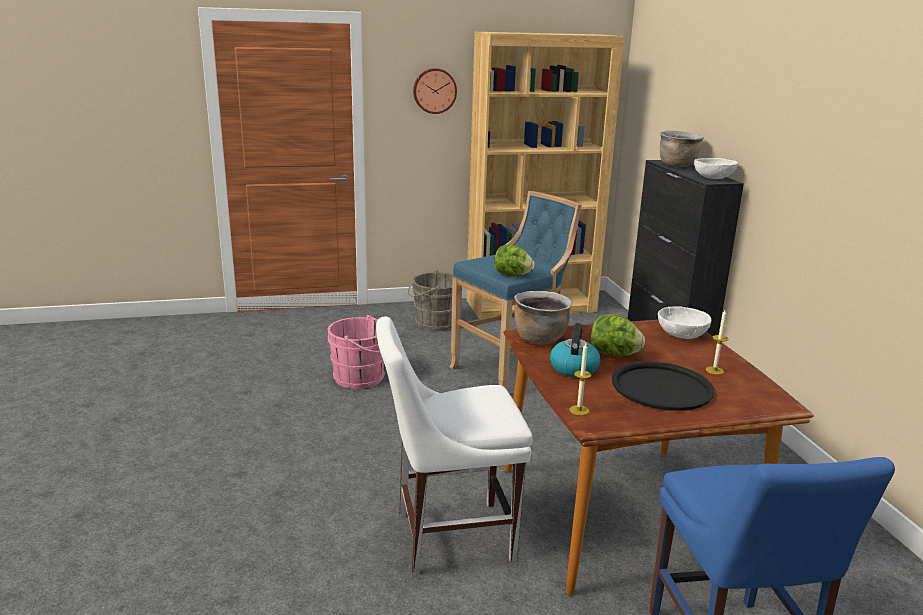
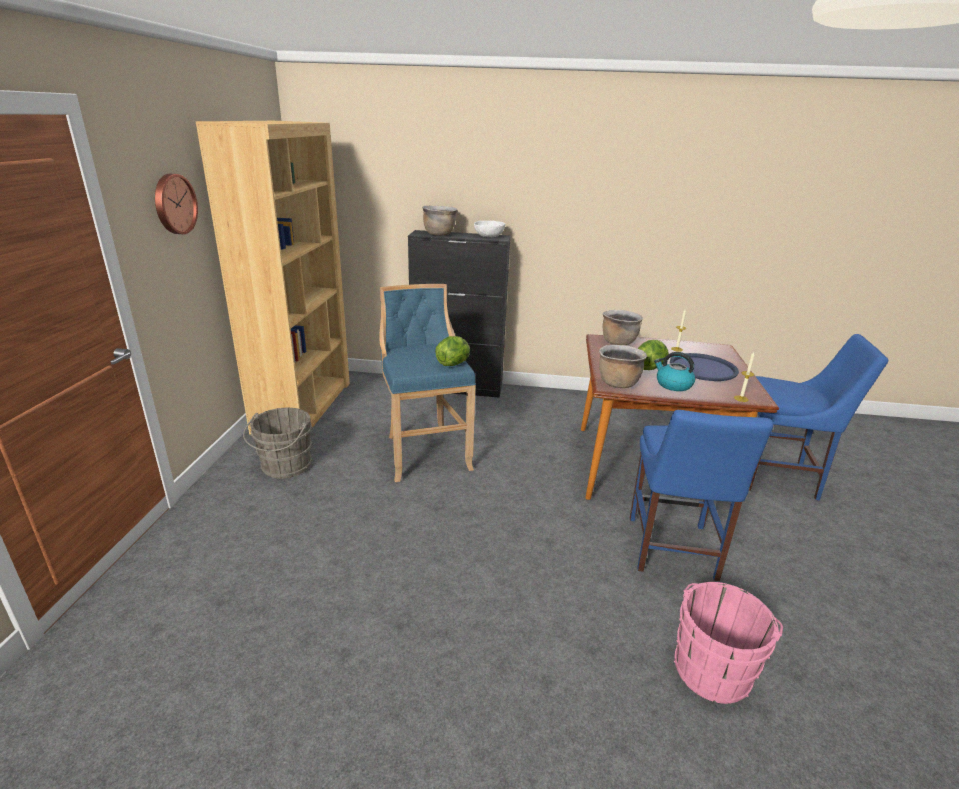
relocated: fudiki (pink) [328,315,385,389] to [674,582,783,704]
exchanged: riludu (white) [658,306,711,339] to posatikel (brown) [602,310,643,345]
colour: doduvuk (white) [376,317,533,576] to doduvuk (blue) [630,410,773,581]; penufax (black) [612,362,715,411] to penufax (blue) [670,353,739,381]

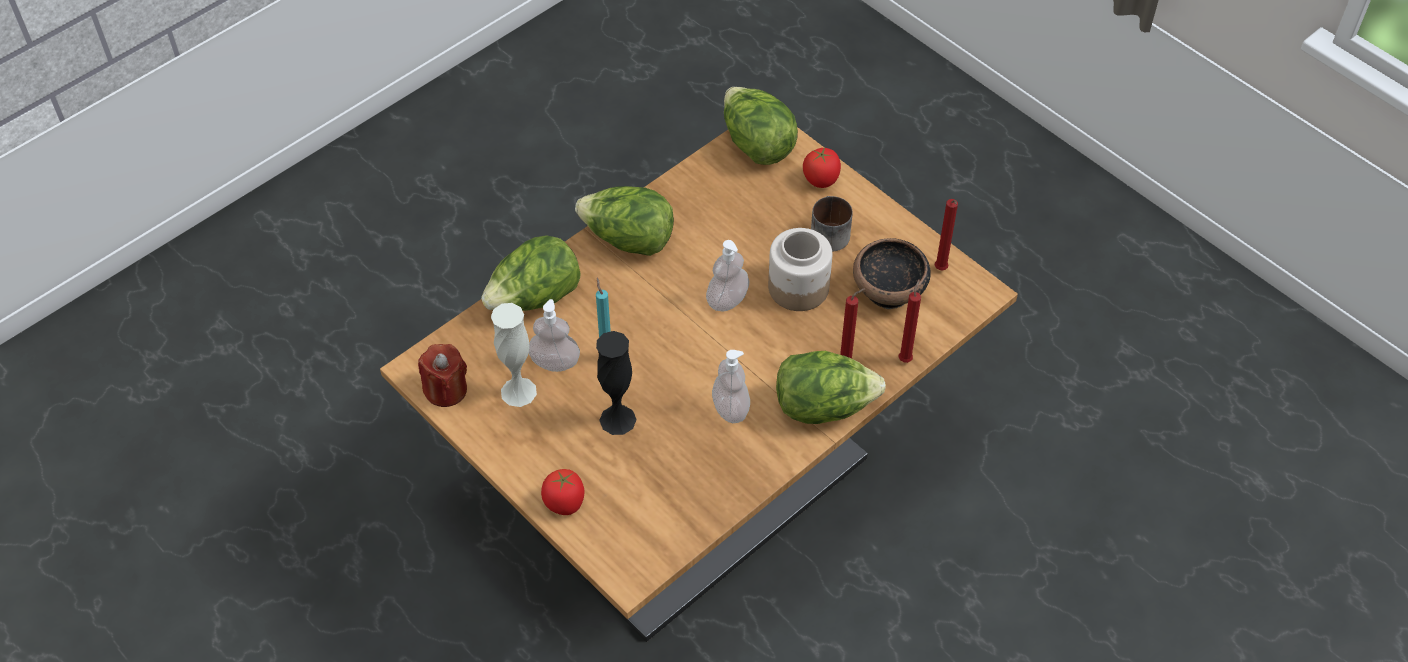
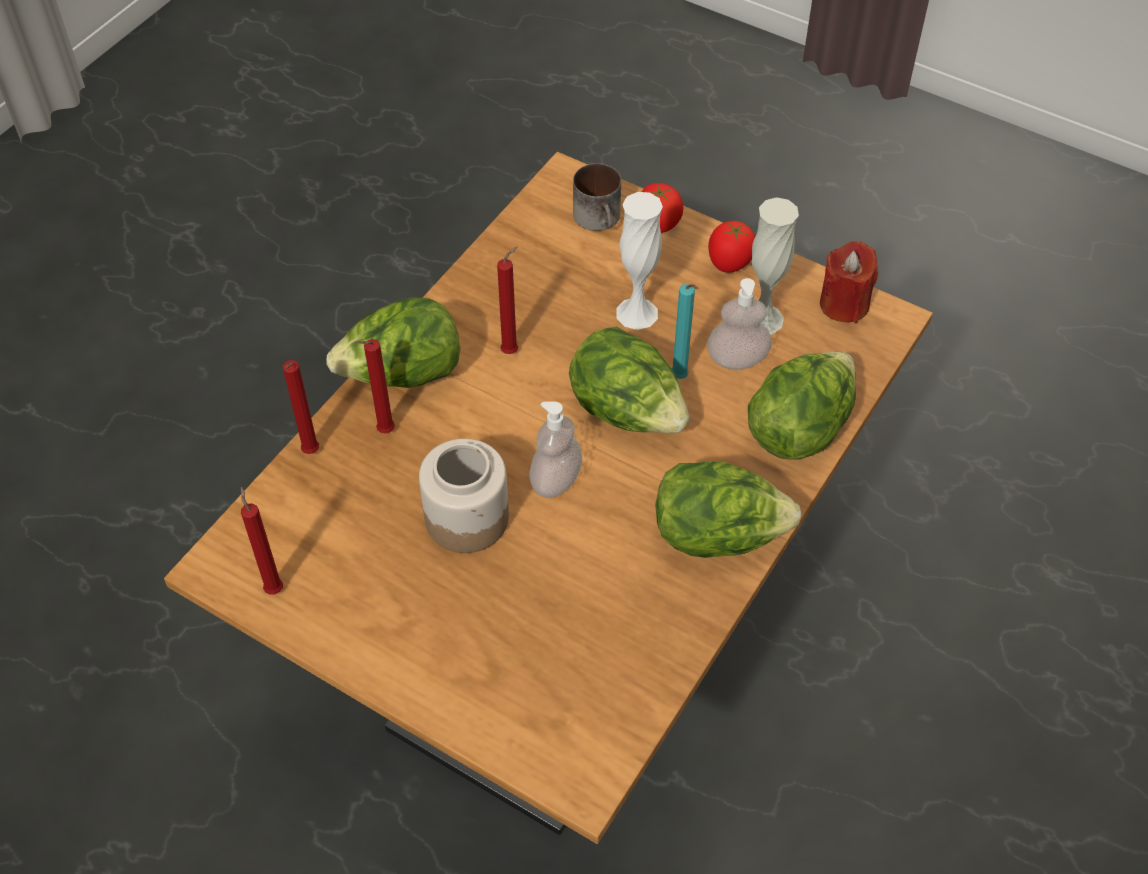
missing: riludu [853,238,931,309]
relocated: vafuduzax [724,87,798,165] to [569,326,690,433]; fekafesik [811,196,853,252] to [573,163,621,231]; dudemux [803,147,841,188] to [708,221,755,273]
exchanged: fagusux [712,350,750,423] to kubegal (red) [497,247,518,354]
colour: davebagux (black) [596,331,637,435] to davebagux (white) [616,192,663,330]

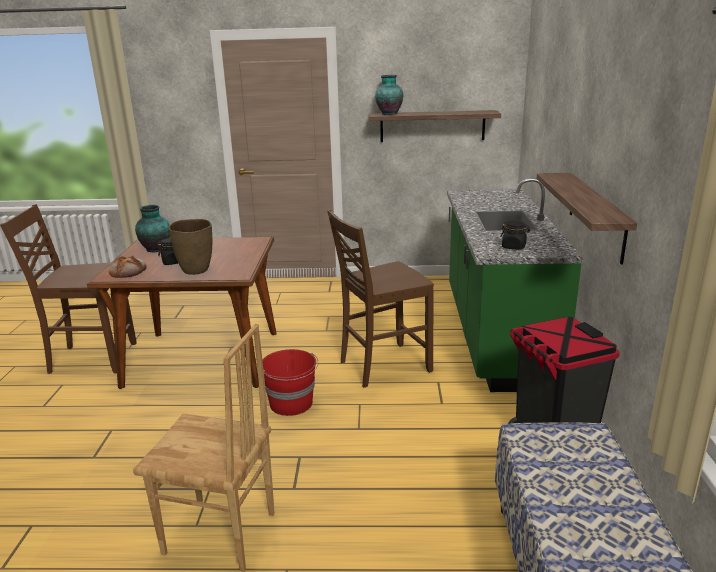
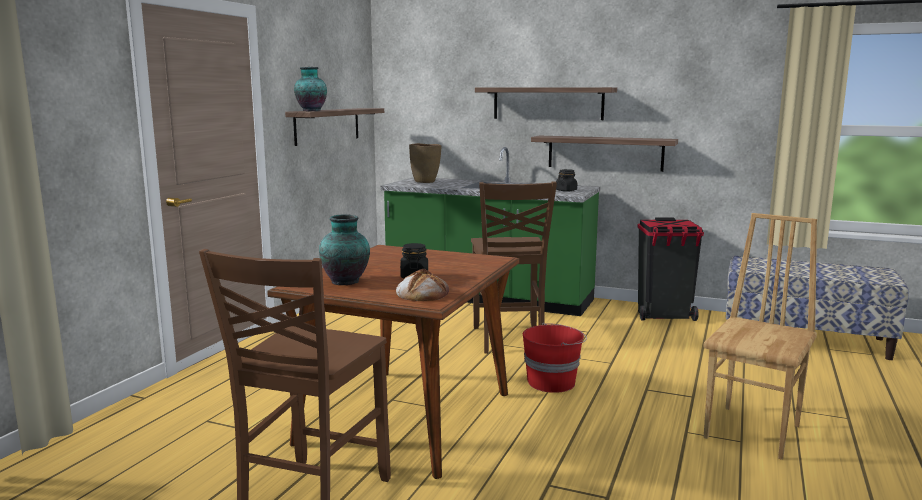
appeared: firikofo [475,87,617,120]
relocated: davebagux (brown) [169,219,212,275] to [409,143,441,183]

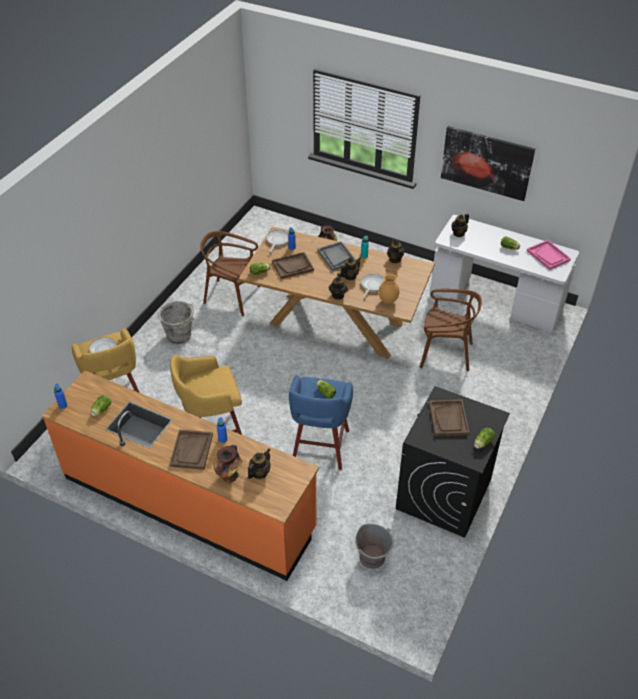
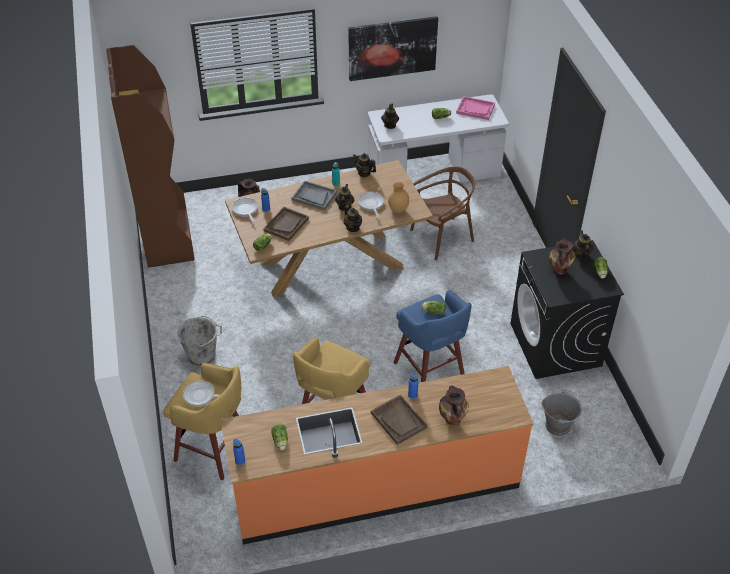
missing: doduvuk (brown) [200,231,260,316]
appeared: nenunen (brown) [106,45,195,268]
relocated: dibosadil [248,448,271,479] to [572,230,594,260]
exchanged: penufax (brown) [429,399,469,436] to davebagux [549,239,575,275]

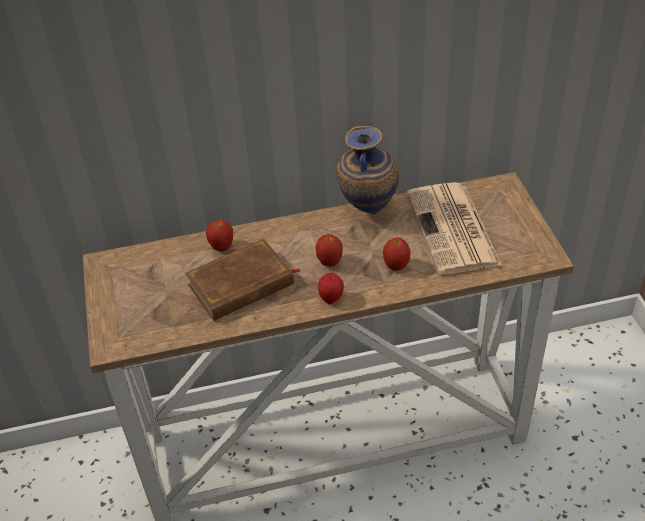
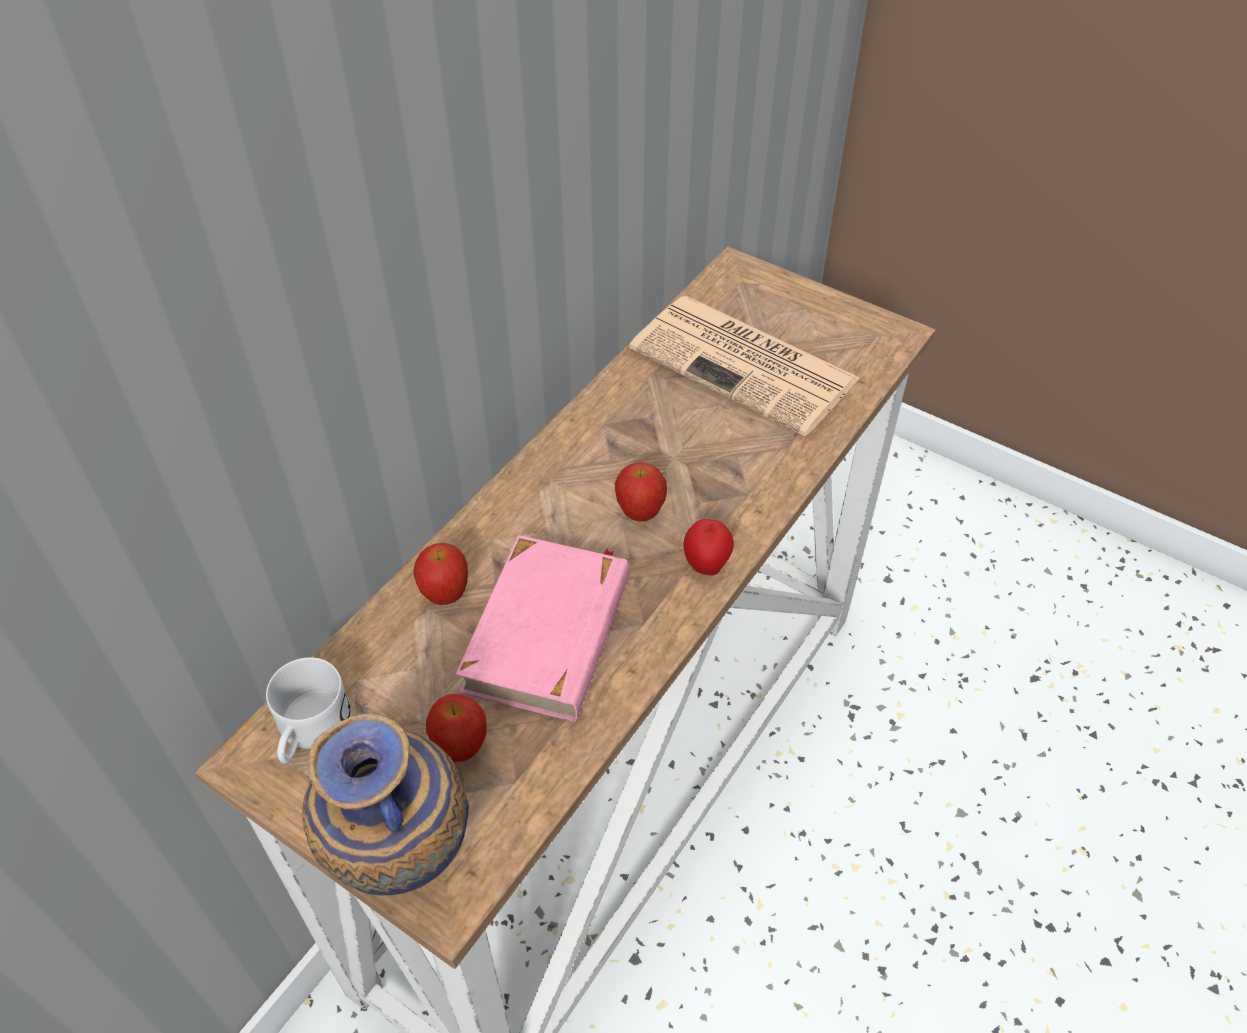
appeared: fekafesik (white) [266,657,351,763]
relocated: davebagux [336,126,399,215] to [302,713,469,895]; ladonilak [383,238,411,271] to [426,694,487,762]
colour: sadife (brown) [185,239,301,321] to sadife (pink) [456,535,629,722]

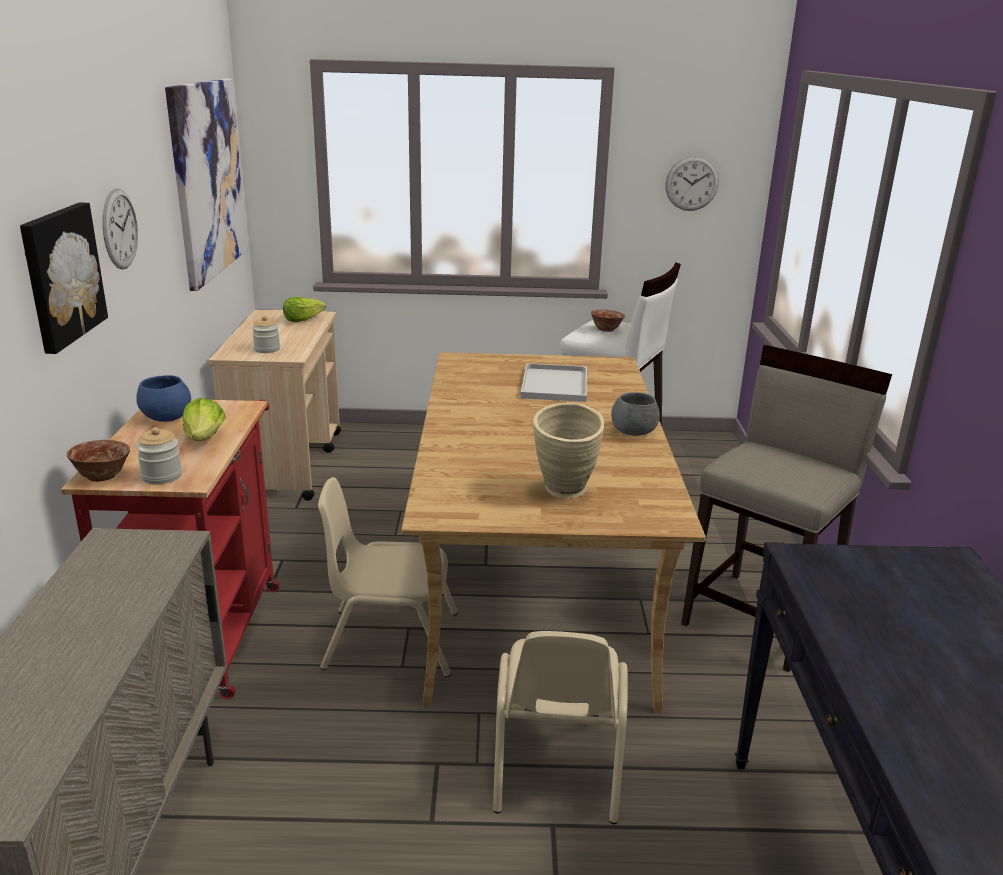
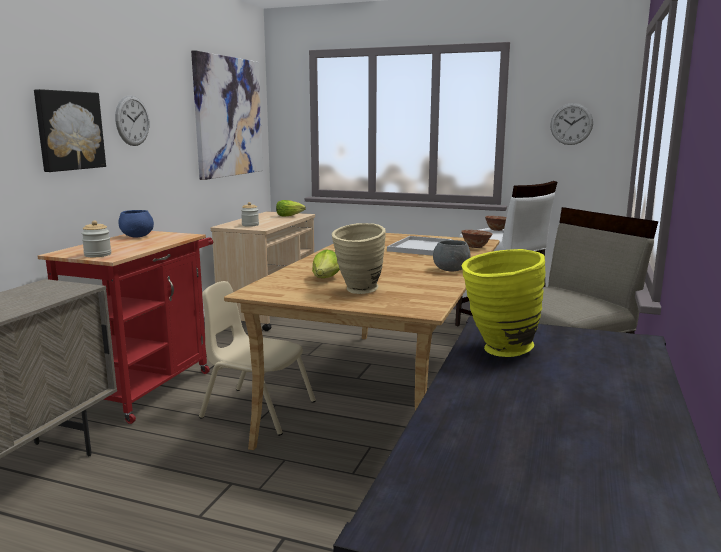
missing: doduvuk (beige) [493,631,628,824]
appeared: davebagux (yellow) [462,249,545,357]
relocated: vafuduzax [183,398,226,441] to [312,249,340,278]; riludu [67,440,130,482] to [461,230,492,248]

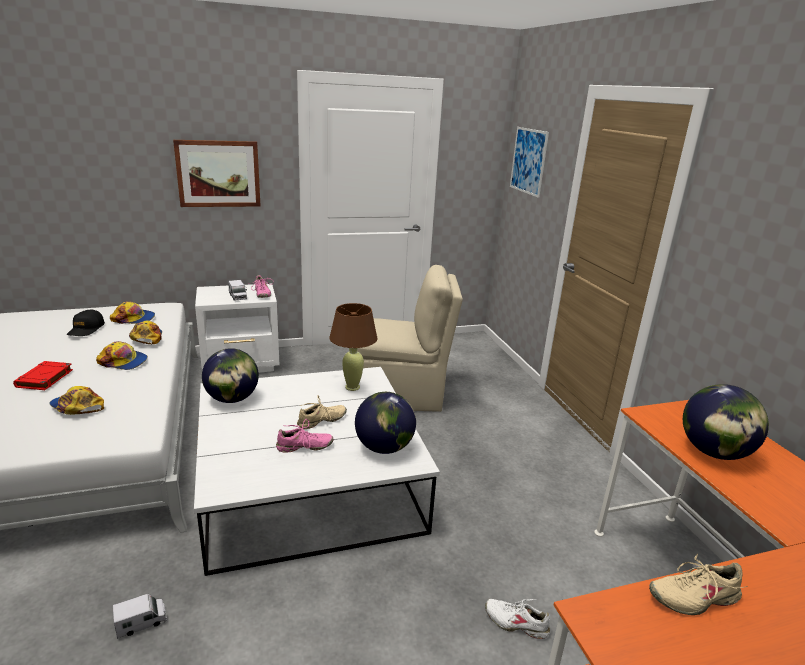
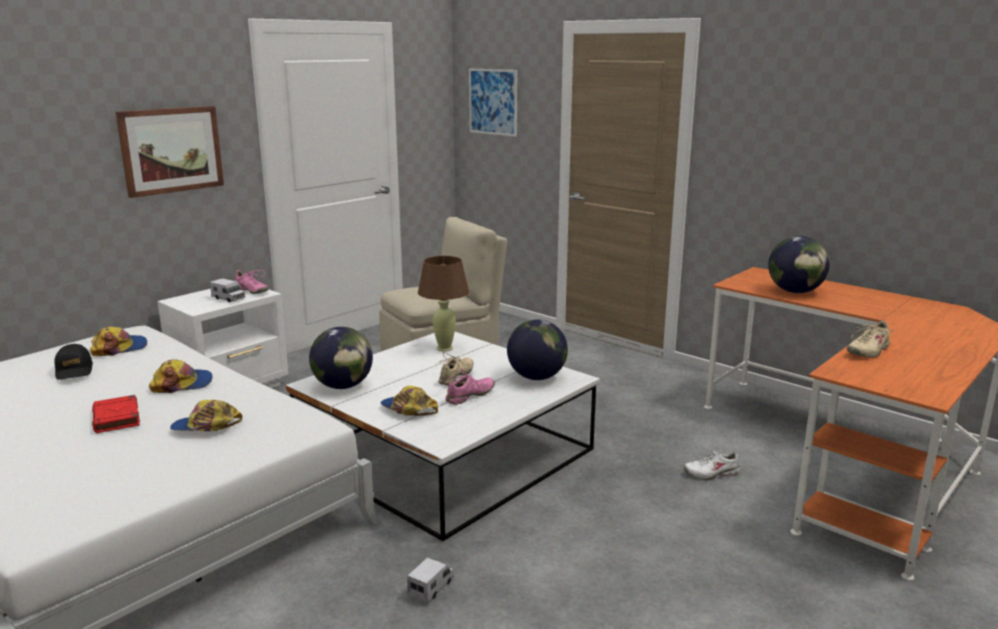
relocated: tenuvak [129,321,162,344] to [380,386,438,416]

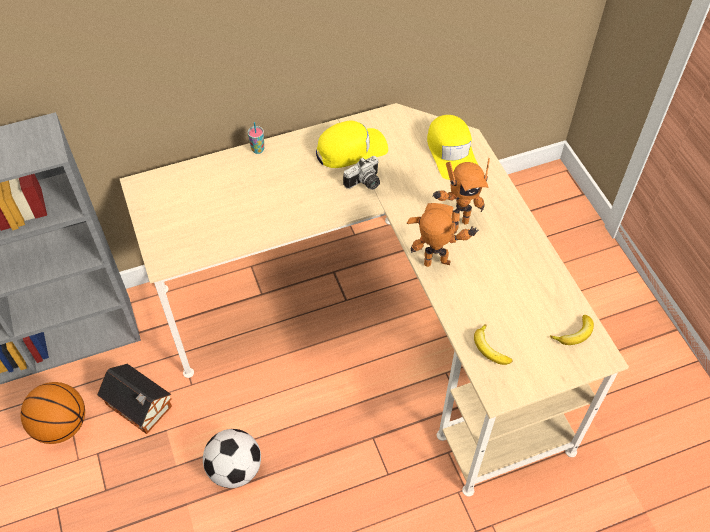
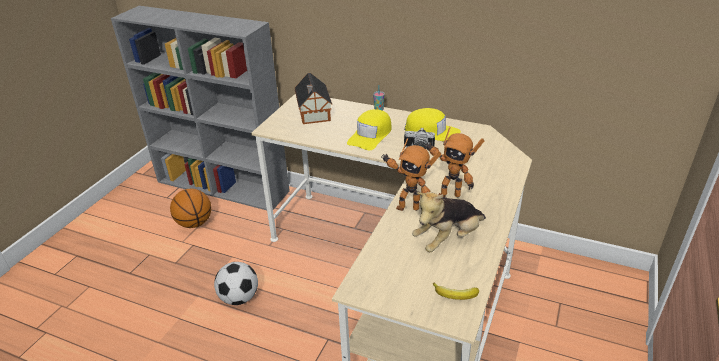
missing: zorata [474,324,512,365]
appeared: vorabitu [412,192,486,252]
relocated: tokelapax [97,364,172,434] to [294,73,332,124]; tenuvak (yellow) [427,115,478,180] to [347,109,392,150]
spun: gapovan [407,203,479,267] = [381,138,441,211] 150 degrees clockwise

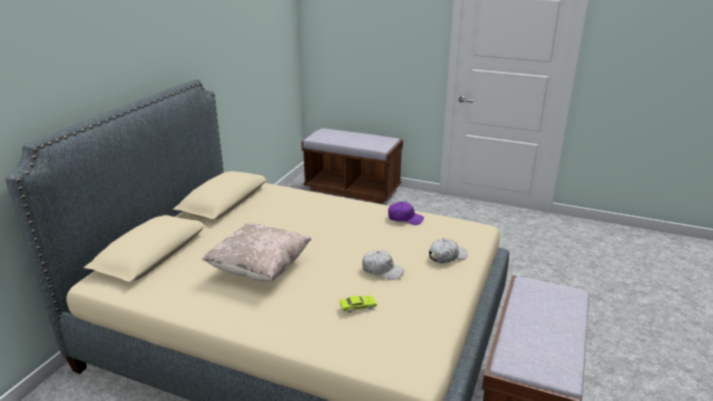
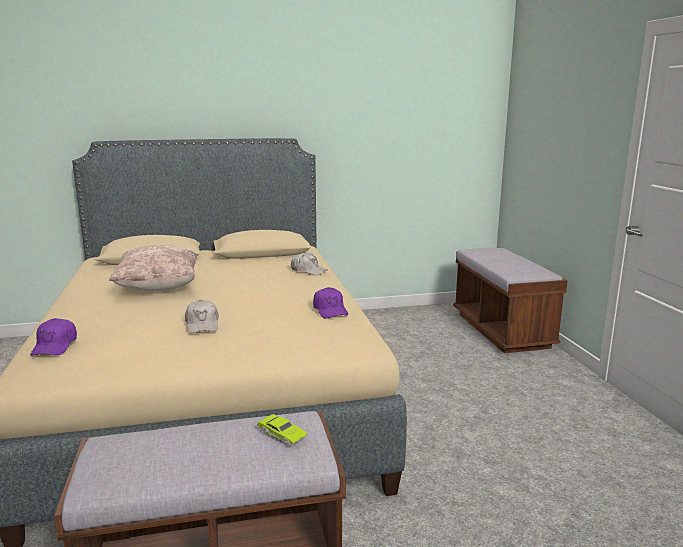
appeared: tenuvak (purple) [30,318,77,356]
relocated: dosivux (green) [339,296,377,313] to [257,414,308,445]; tenuvak (white) [429,238,468,263] to [291,252,327,275]

